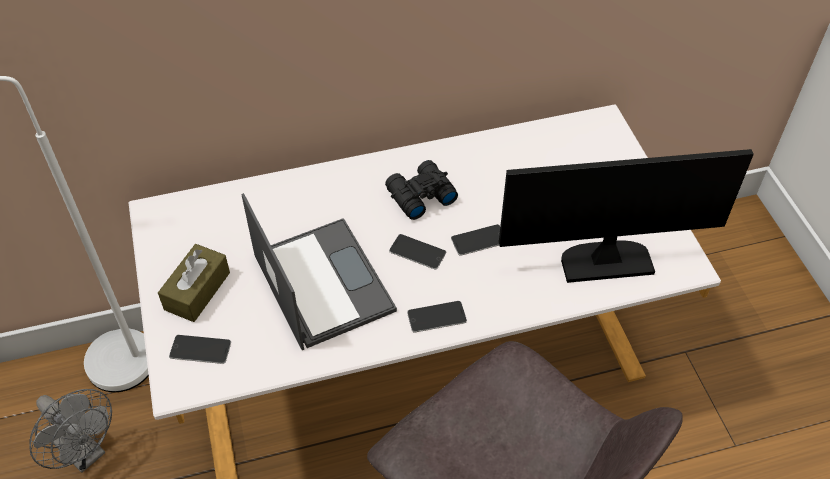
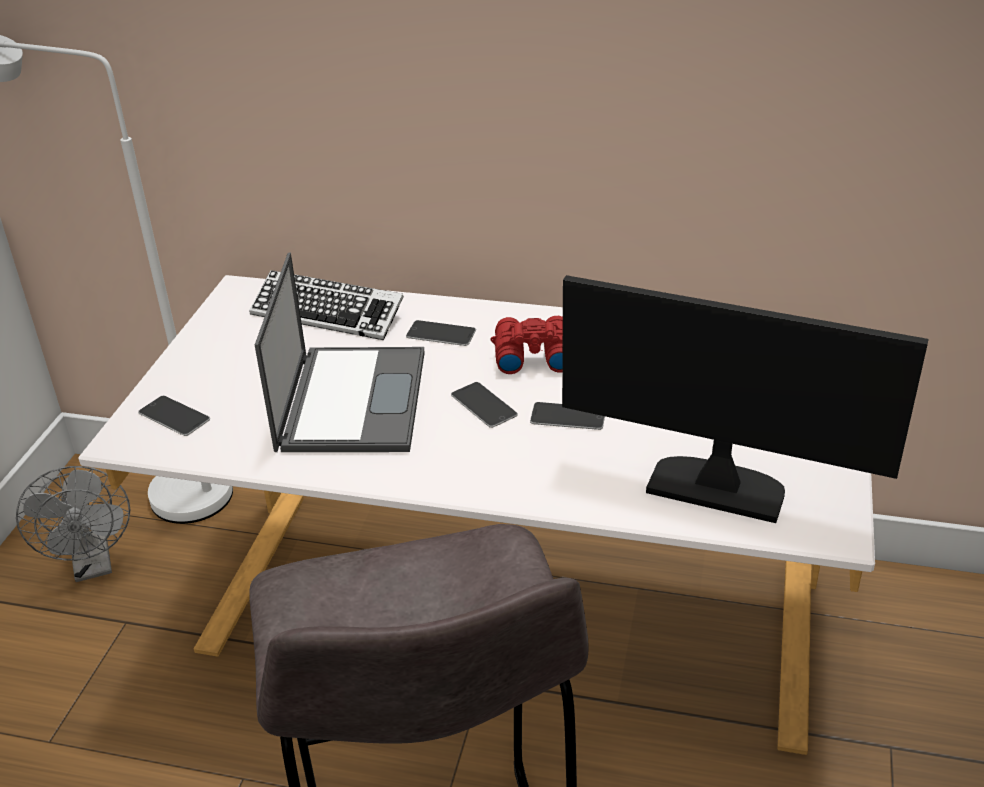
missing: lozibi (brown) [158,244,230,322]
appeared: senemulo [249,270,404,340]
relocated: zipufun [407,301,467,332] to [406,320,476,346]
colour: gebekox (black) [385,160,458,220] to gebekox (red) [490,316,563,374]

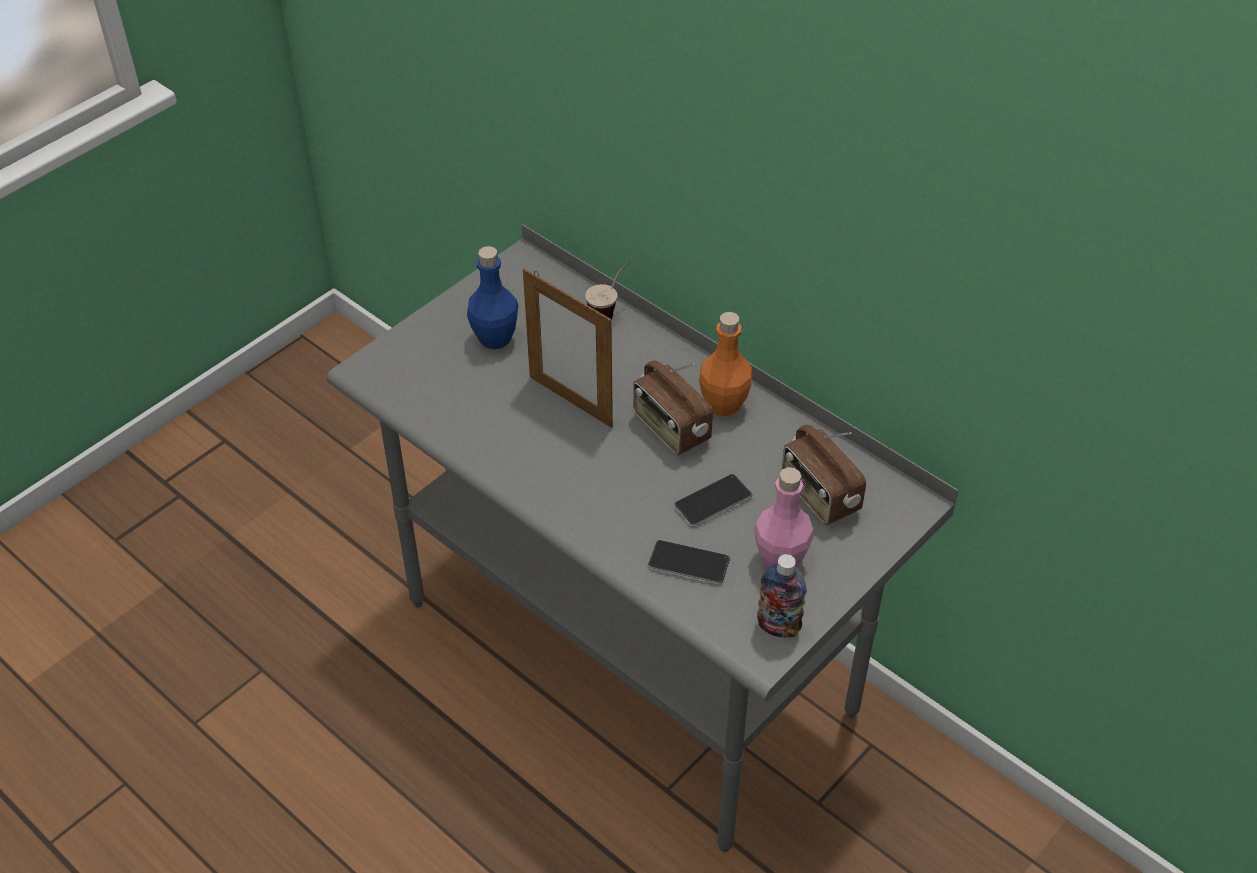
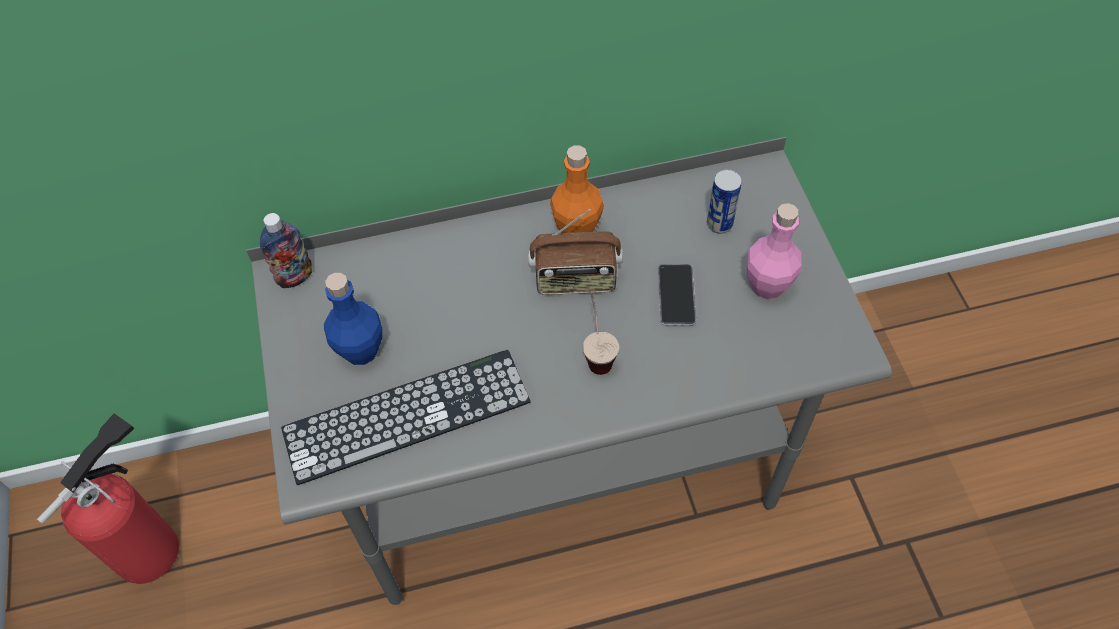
missing: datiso [523,269,613,428]; zipufun [648,540,730,585]
appeared: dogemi [37,413,179,584]; senemulo [281,350,531,485]
relocated: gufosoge [757,554,807,638] to [260,213,312,288]; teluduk [585,258,633,319] to [583,294,619,375]
exchanged: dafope [782,425,866,525] to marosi [707,169,742,234]

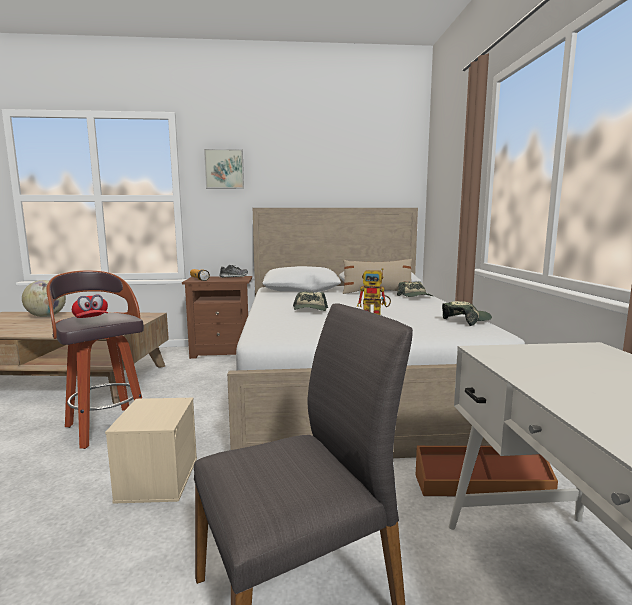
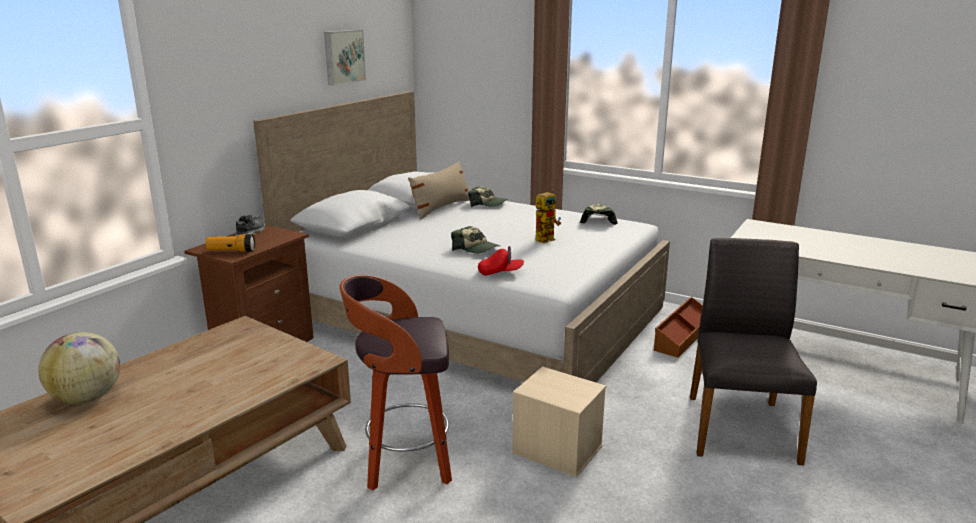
relocated: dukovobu [204,149,244,189] to [324,30,366,86]; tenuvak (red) [72,294,108,318] to [478,246,524,276]

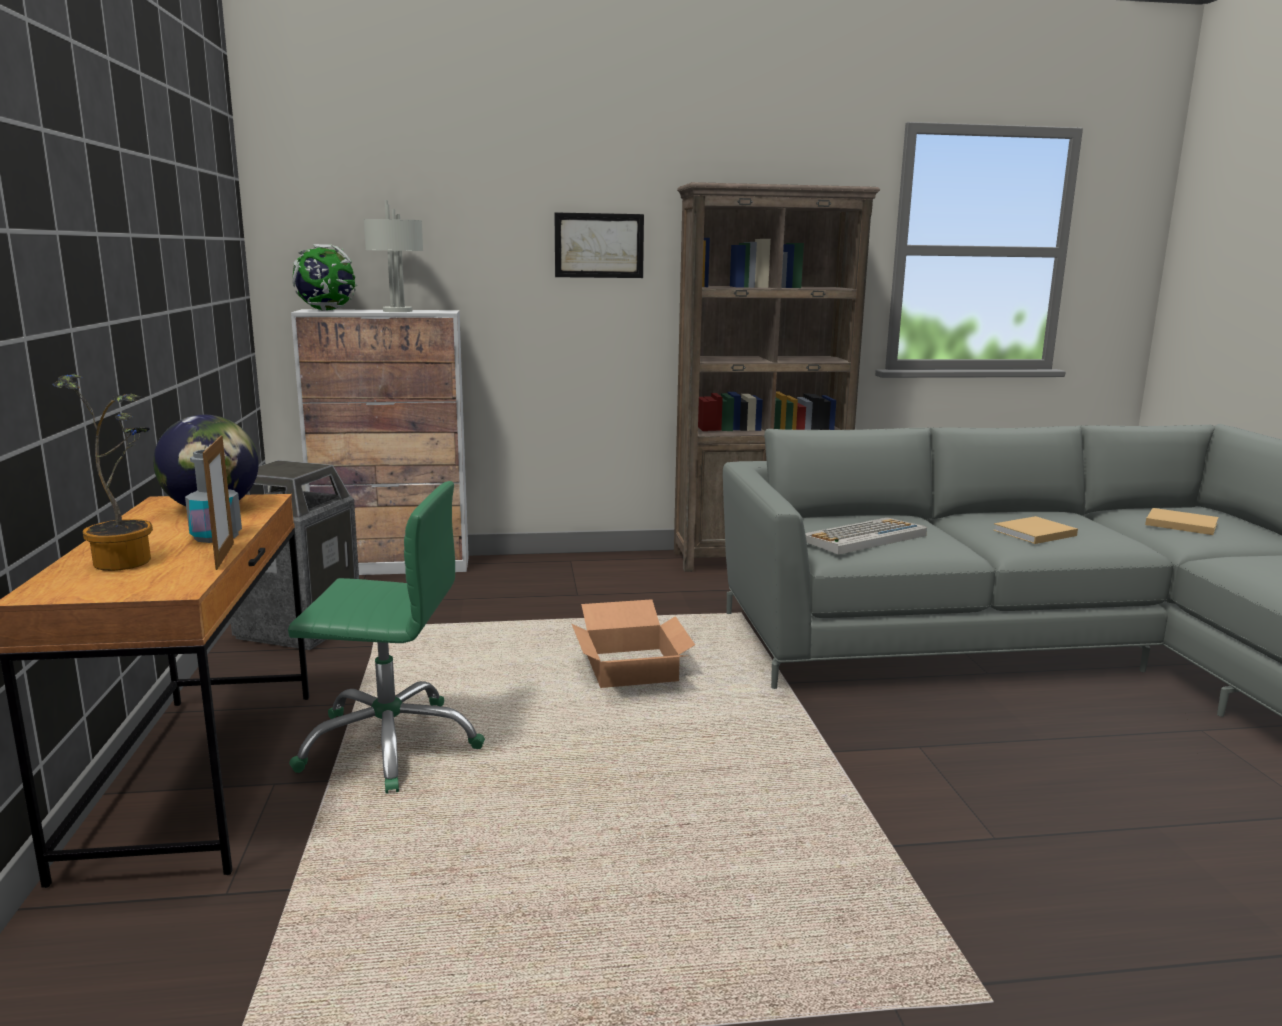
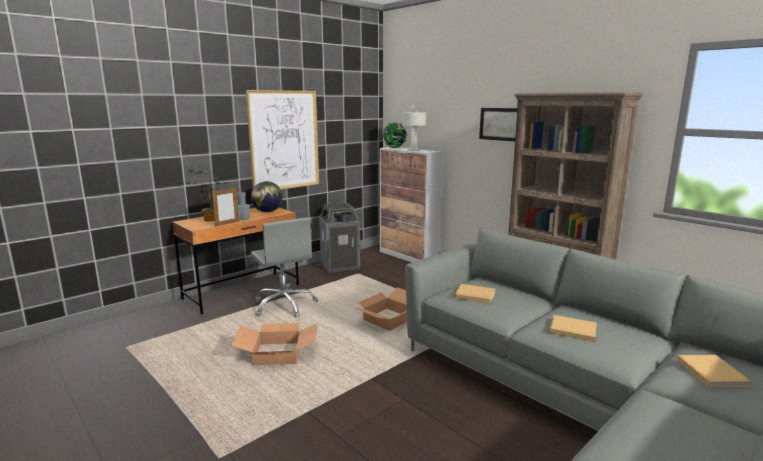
appeared: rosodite [231,323,318,365]; dukovobu [246,90,319,189]
exchanged: senemulo [805,517,927,555] to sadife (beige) [455,284,495,303]
colour: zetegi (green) [288,481,485,794] to zetegi (grey) [251,217,318,318]

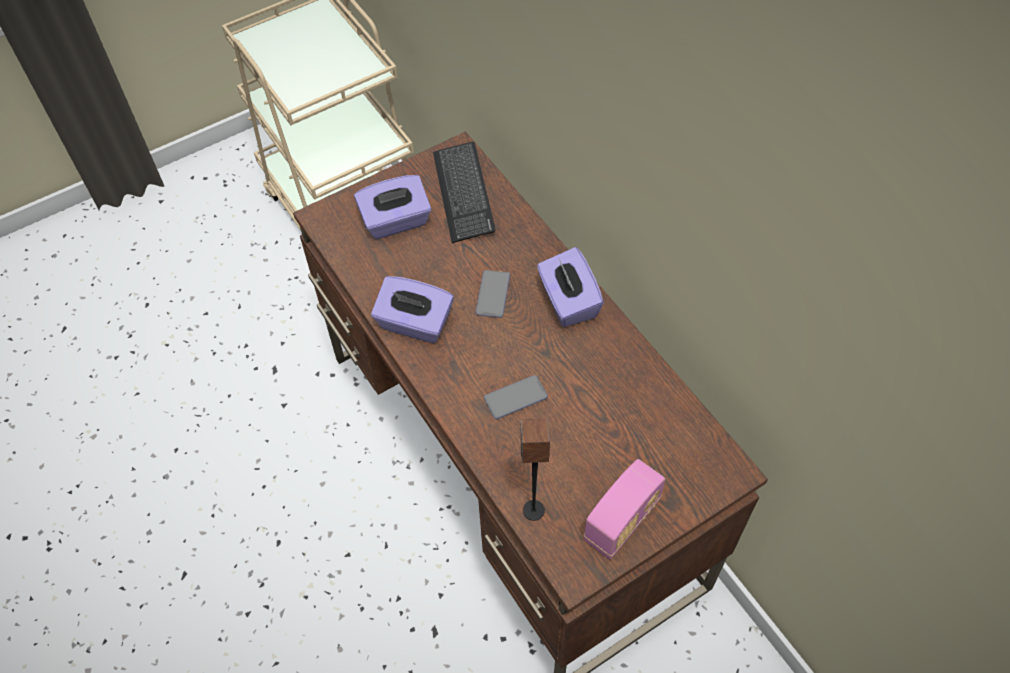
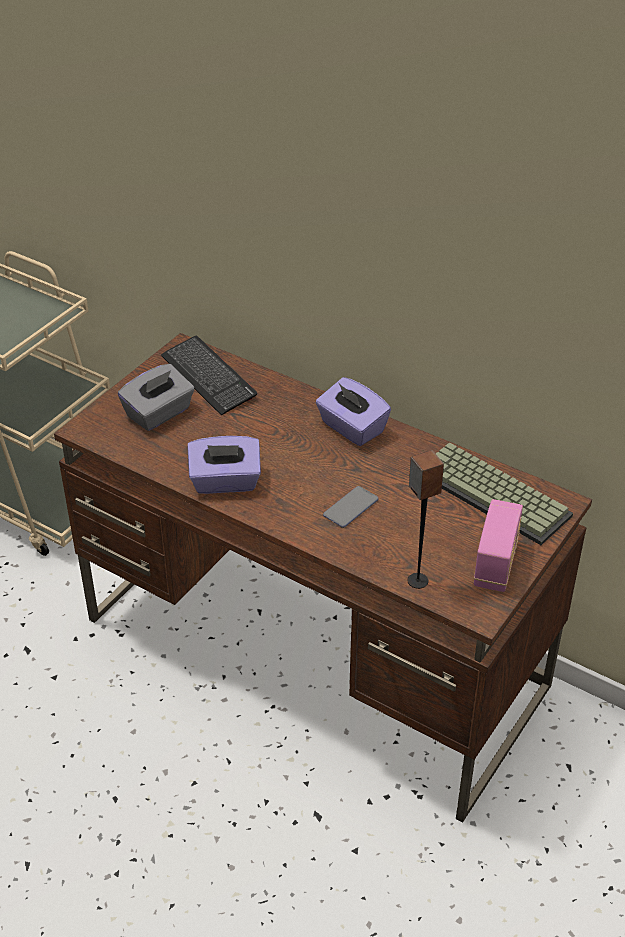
missing: zipufun [475,270,510,318]
appeared: senemulo [436,442,573,545]
colour: lozibi (purple) [354,175,431,239] to lozibi (grey) [118,364,195,431]

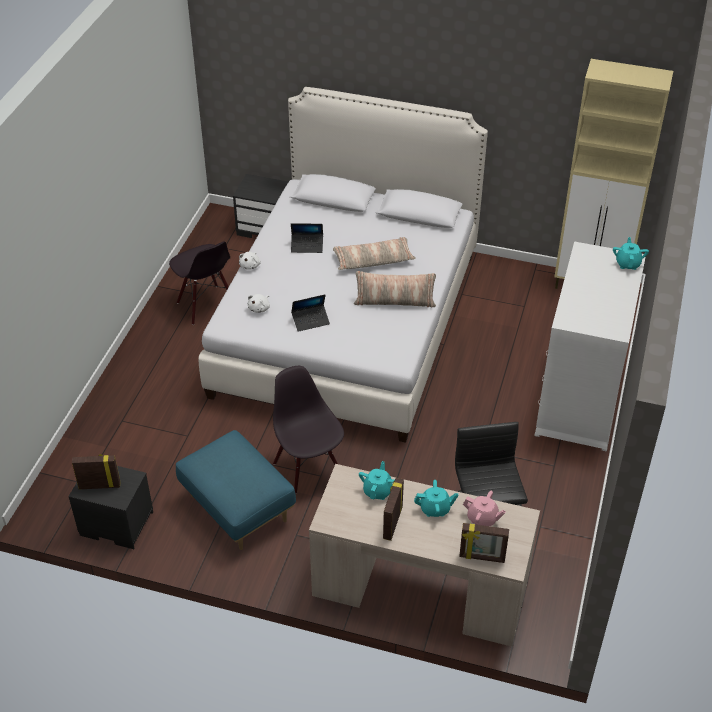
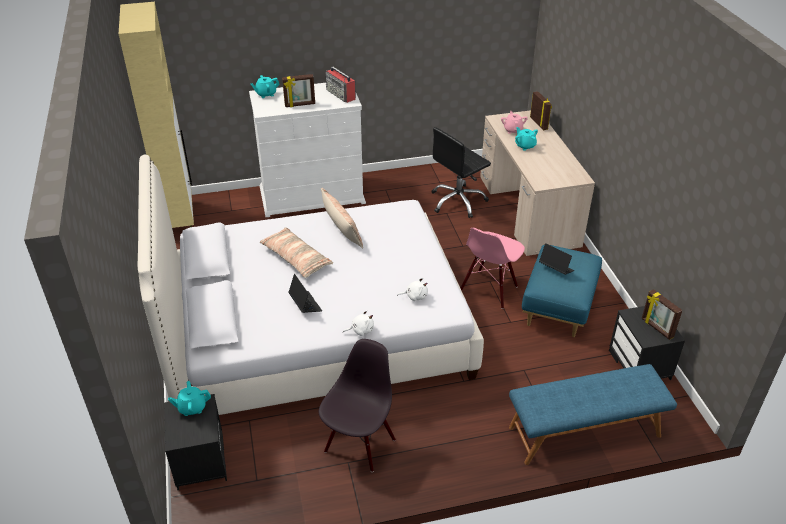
appeared: dafope [326,67,356,103]; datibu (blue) [509,364,677,465]
relocated: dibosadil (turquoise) [359,461,395,500] to [168,381,211,416]; datiso [383,478,404,541] to [282,74,315,107]; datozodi [291,294,330,332] to [539,243,574,275]
colour: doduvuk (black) [273,366,344,494] to doduvuk (pink) [461,228,525,309]

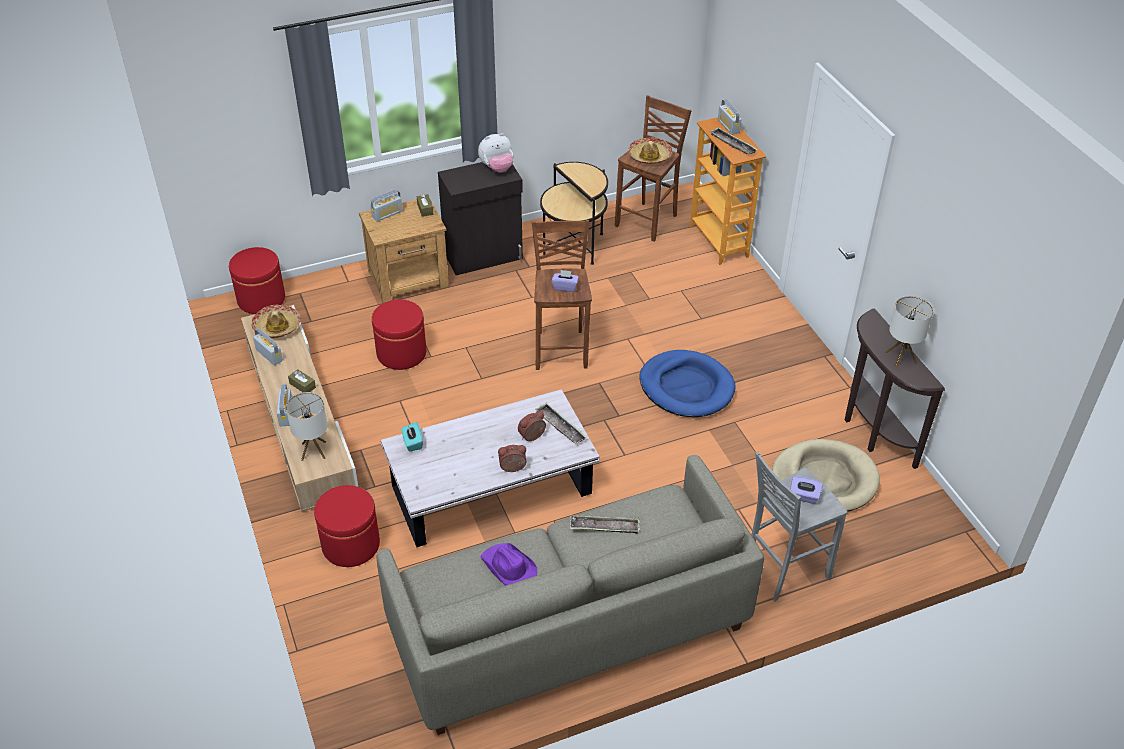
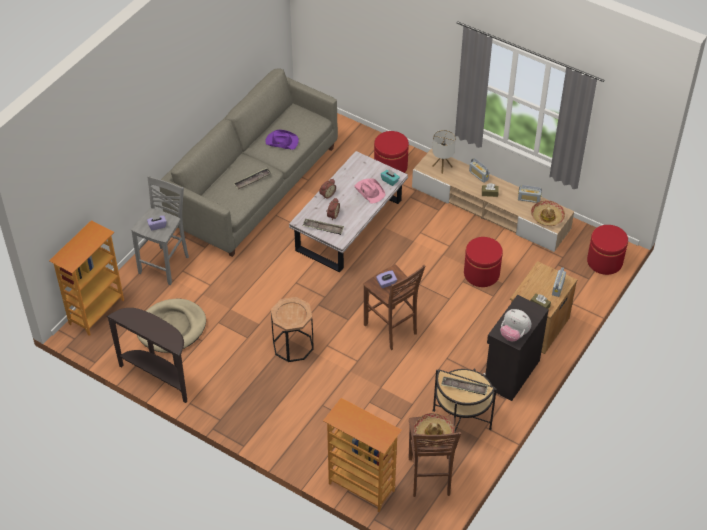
missing: dafope [718,99,742,135]; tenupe [885,296,933,368]
appeared: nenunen [49,220,124,336]; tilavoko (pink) [354,178,385,204]
relocated: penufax [710,127,758,154] to [441,376,488,395]
exchanged: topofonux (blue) [639,350,736,417] to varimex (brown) [271,297,313,362]
spun: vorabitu [478,133,513,173] = [500,309,531,341] 90 degrees counterclockwise

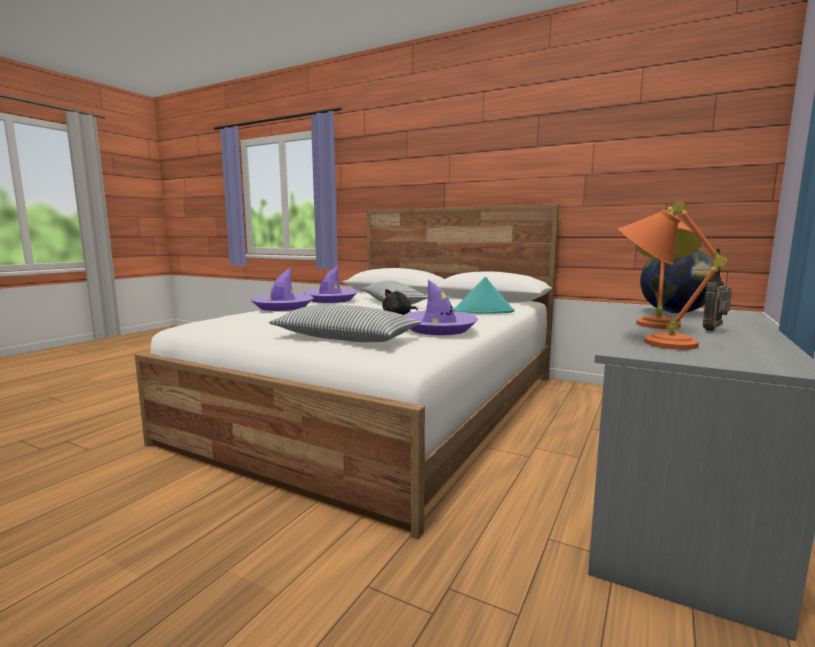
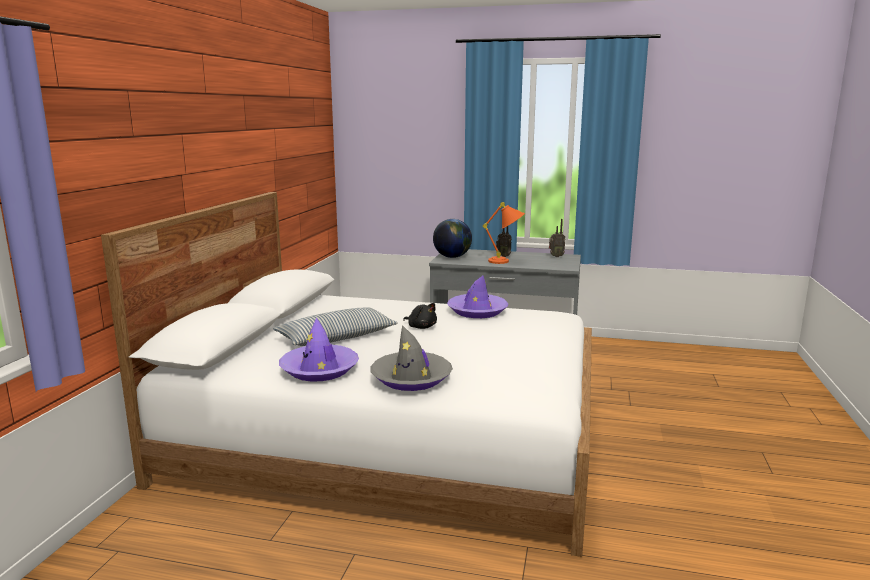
missing: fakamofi [269,304,422,342]; tilavoko (turquoise) [453,277,514,314]; tenupe (orange) [618,201,727,350]
appeared: dafope [549,219,566,257]
colour: tilavoko (purple) [251,268,313,311] to tilavoko (grey) [370,325,453,391]

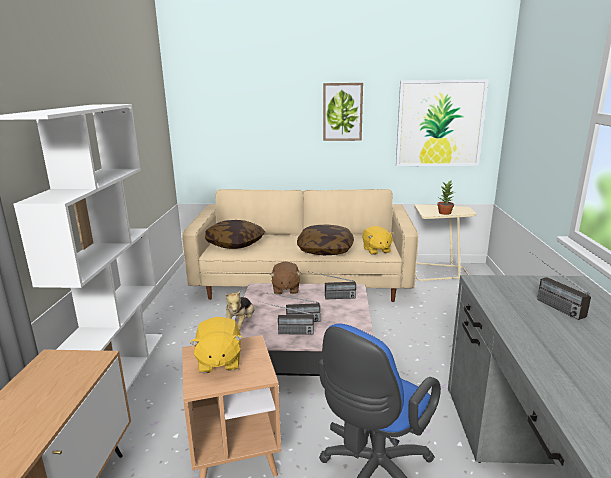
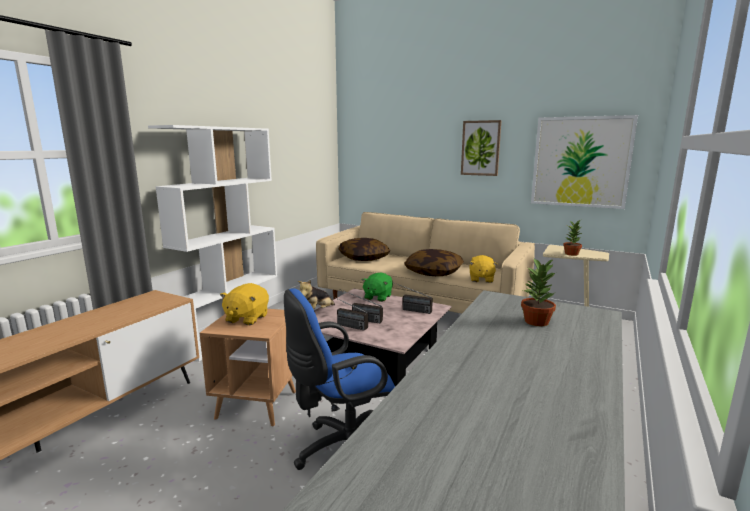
exchanged: dafope [530,252,591,320] to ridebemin [521,258,556,326]
colour: vorabitu (brown) [270,262,301,295] to vorabitu (green) [362,273,393,302]

